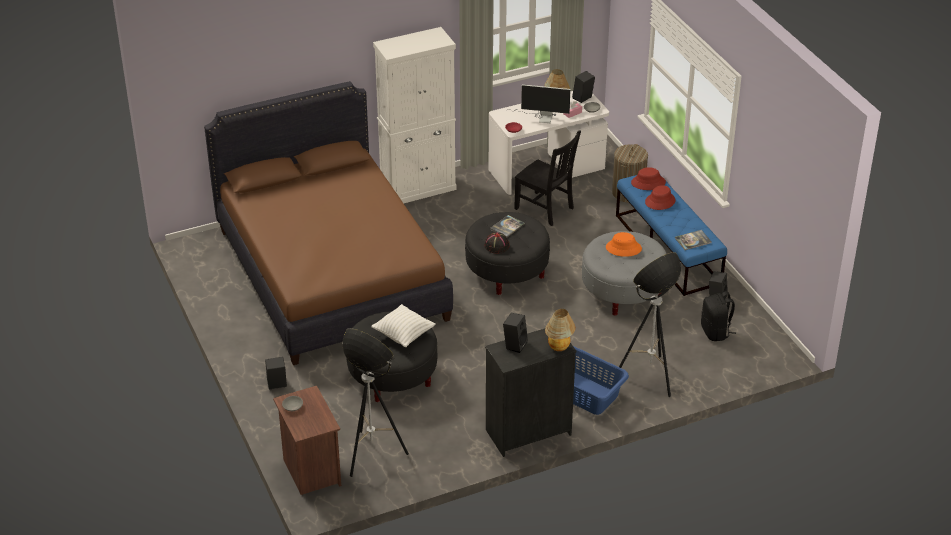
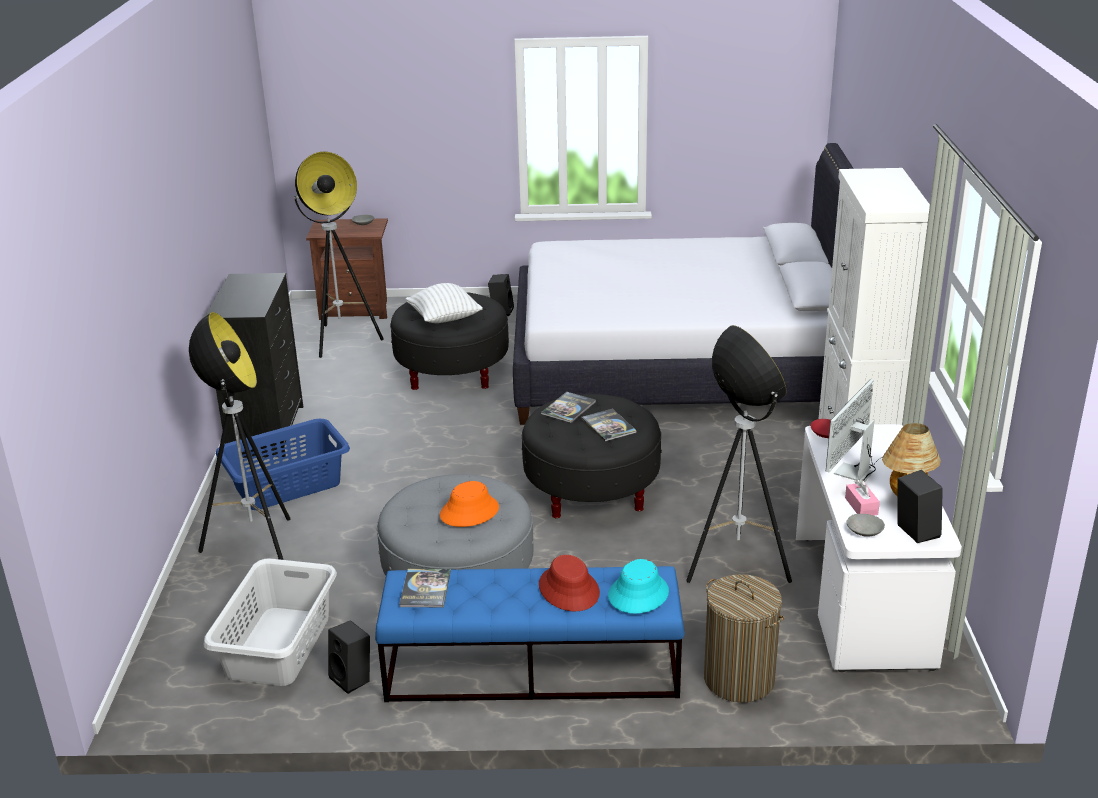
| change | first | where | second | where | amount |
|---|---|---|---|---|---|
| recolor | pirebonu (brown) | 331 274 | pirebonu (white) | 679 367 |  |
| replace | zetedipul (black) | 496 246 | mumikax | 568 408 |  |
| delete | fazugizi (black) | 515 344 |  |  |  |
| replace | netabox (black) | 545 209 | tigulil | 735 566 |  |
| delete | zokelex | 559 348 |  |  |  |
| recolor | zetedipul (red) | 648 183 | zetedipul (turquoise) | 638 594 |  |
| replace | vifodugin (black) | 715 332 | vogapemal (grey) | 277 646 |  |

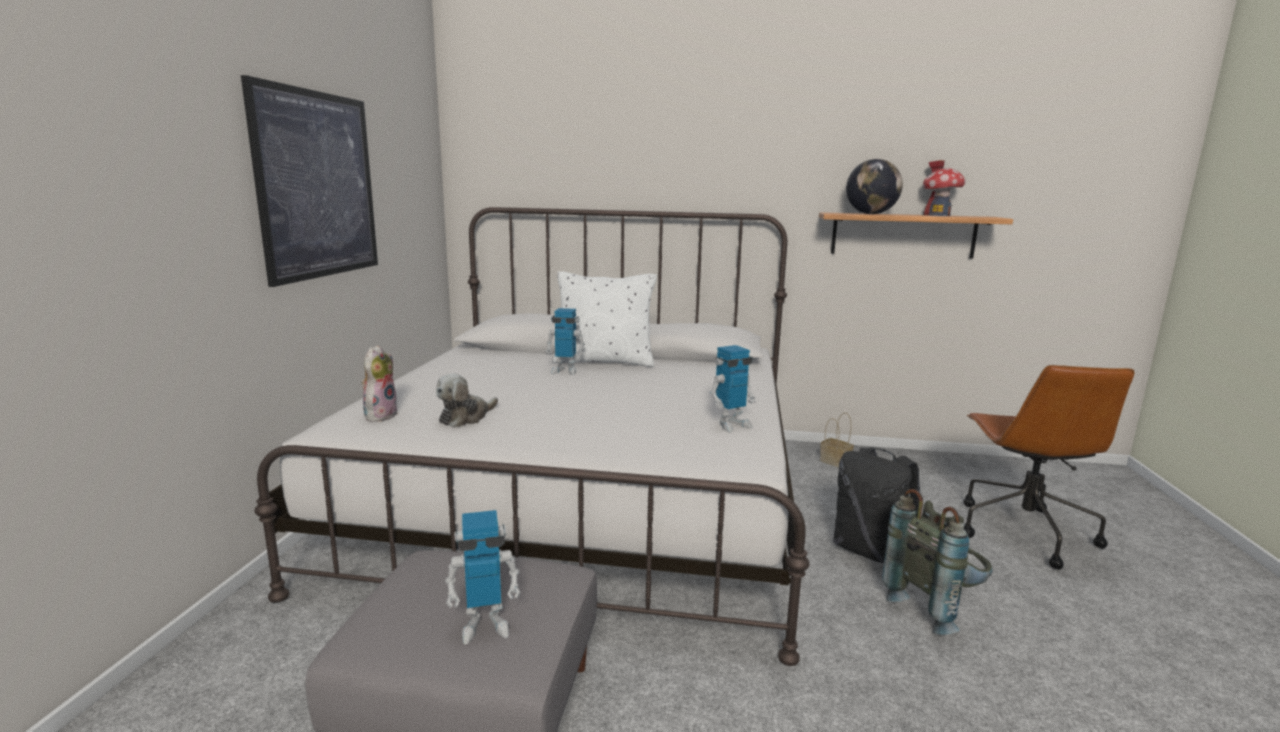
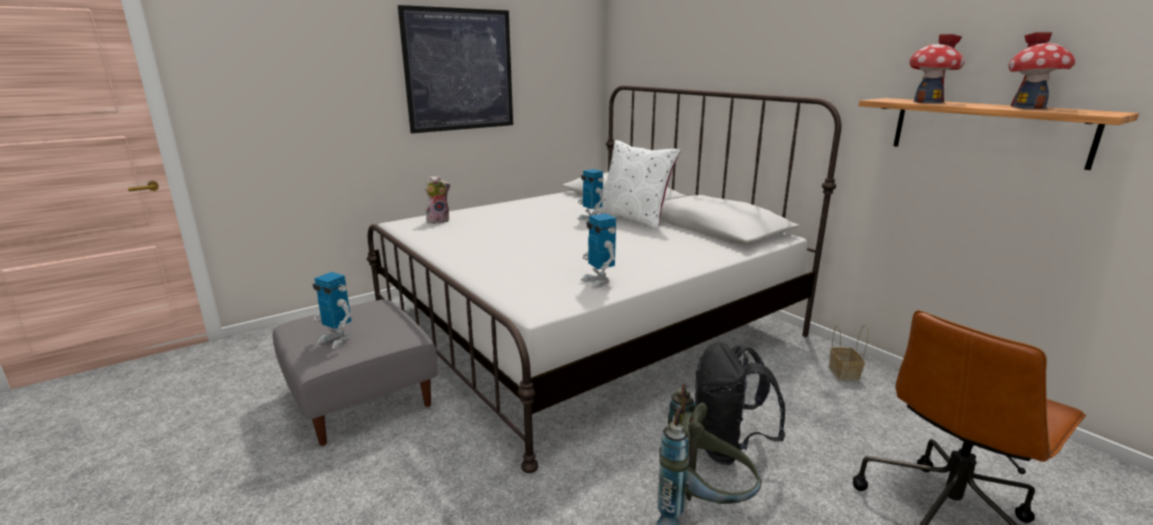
| change | first | where | second | where | amount |
|---|---|---|---|---|---|
| delete | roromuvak | 466 417 |  |  |  |
| rotate | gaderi | 731 425 |  | 598 281 | 45 degrees clockwise |
| replace | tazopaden | 871 214 | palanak | 927 102 |  |

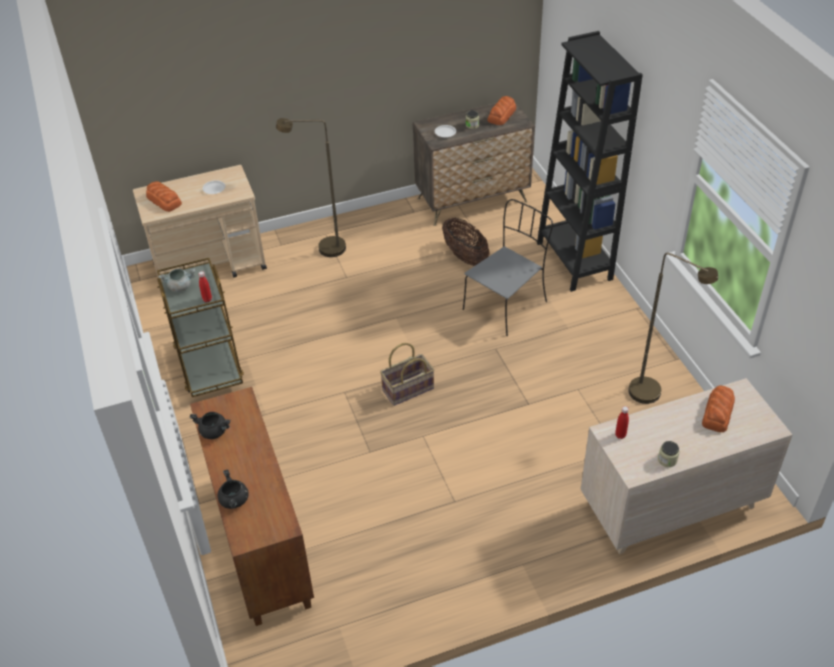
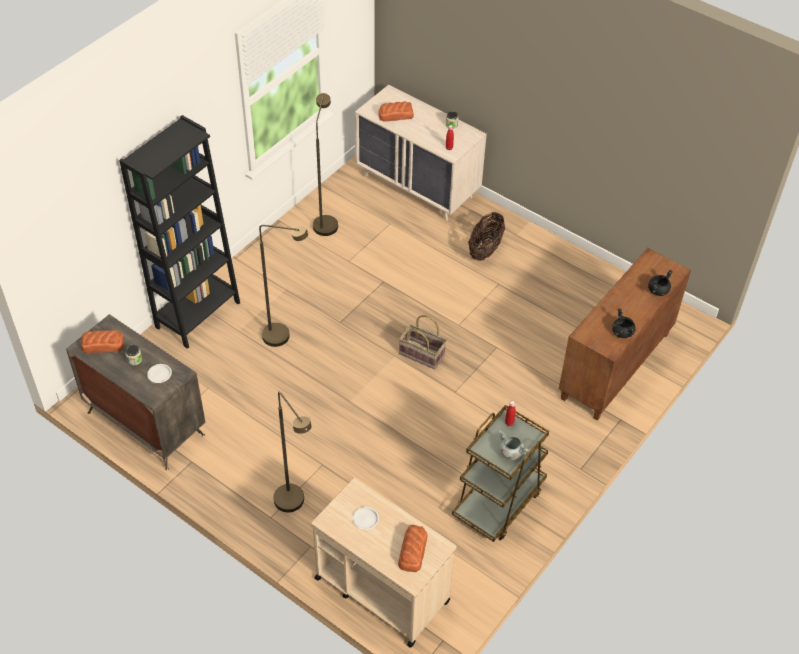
| change | first | where | second | where | amount |
|---|---|---|---|---|---|
| move | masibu | 465 256 |  | 485 249 |  |
| replace | netabox (grey) | 506 305 | tigulil (brown) | 284 336 |  |

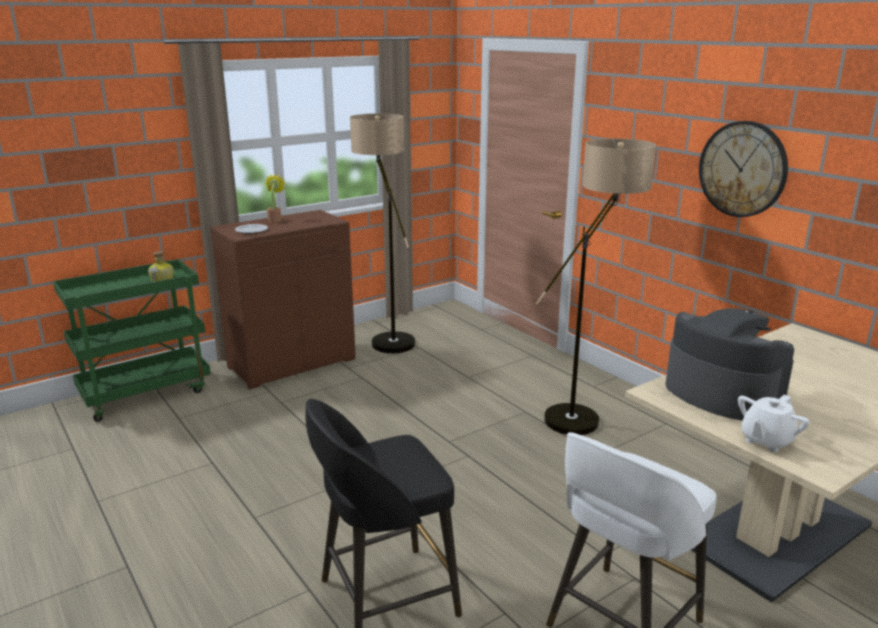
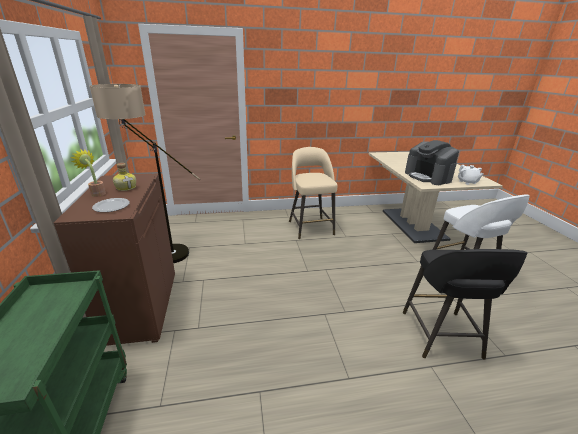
| change | first | where | second | where | amount |
|---|---|---|---|---|---|
| move | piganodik | 163 279 |  | 126 187 |  |
| replace | tigulil | 585 414 | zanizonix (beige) | 310 227 |  |
| rotate | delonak | 721 393 |  | 428 177 | 105 degrees counterclockwise |
| delete | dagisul | 742 169 |  |  |  |

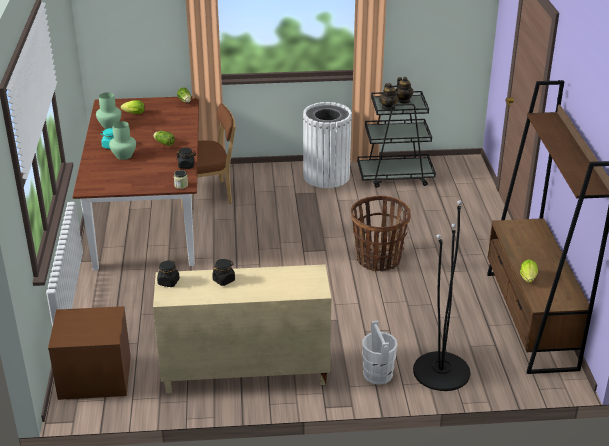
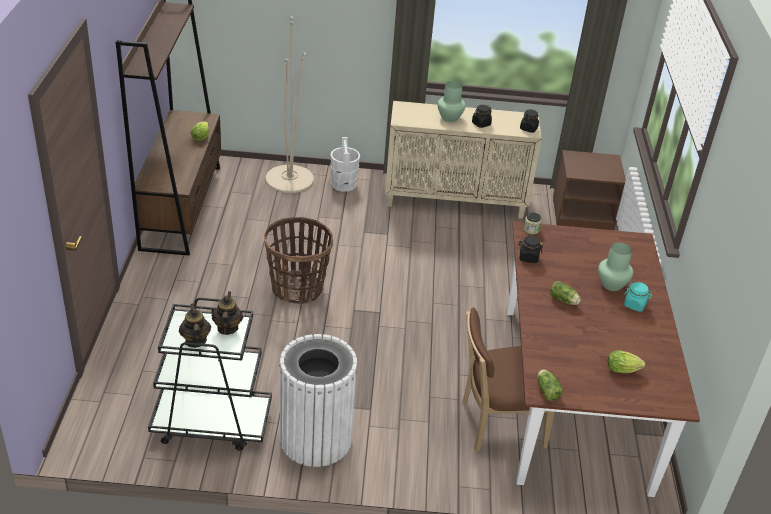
| change | first | where | second | where | amount |
|---|---|---|---|---|---|
| move | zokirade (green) | 110 125 |  | 449 118 |  |
| recolor | tigulil (black) | 441 371 | tigulil (beige) | 289 179 |  |

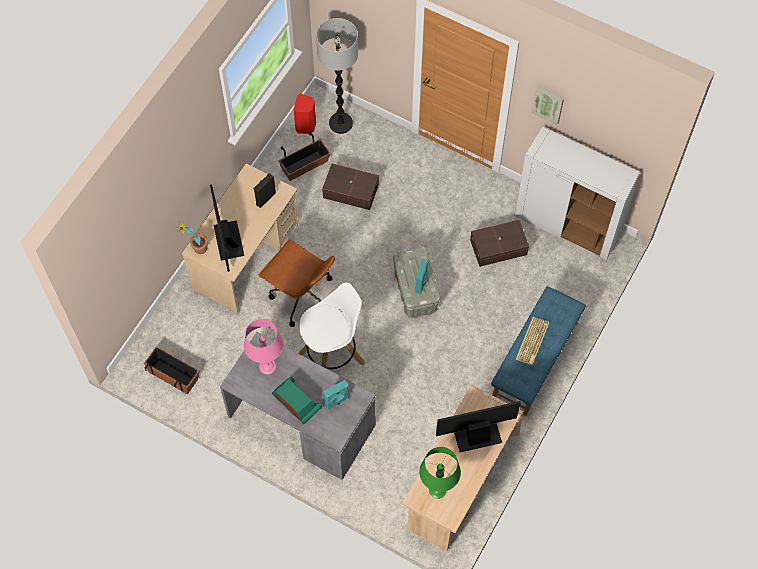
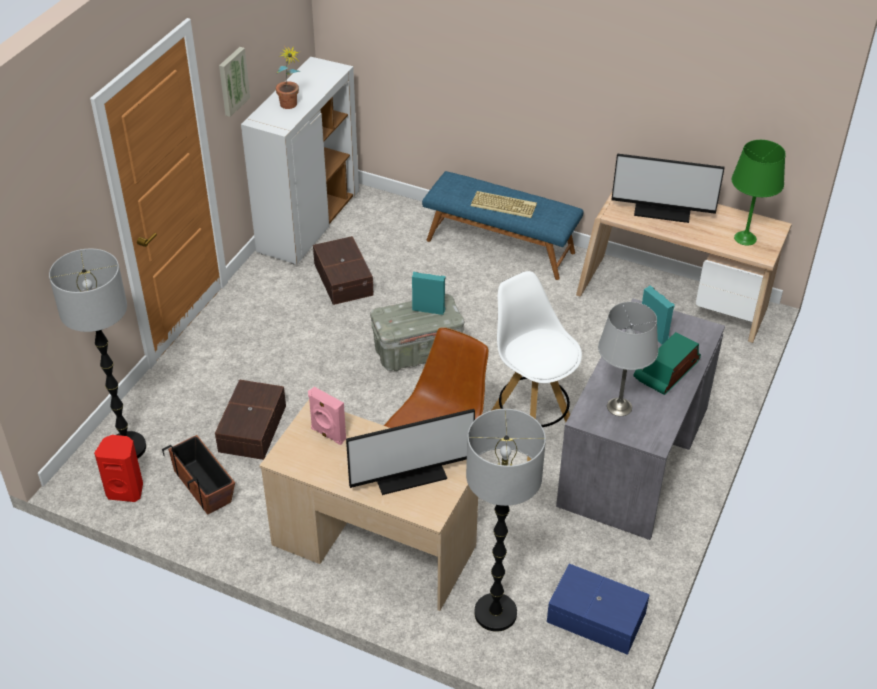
| change | first | where | second | where | amount |
|---|---|---|---|---|---|
| replace | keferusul | 173 375 | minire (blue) | 596 619 |  |
| move | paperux | 196 249 |  | 290 107 |  |
| recolor | zokelex (pink) | 267 366 | zokelex (grey) | 619 407 |  |
| recolor | fazugizi (black) | 265 198 | fazugizi (pink) | 327 434 |  |
| rotate | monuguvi | 477 435 |  | 662 210 | 60 degrees counterclockwise |
| insert |  |  | tigulil | 495 613 |  |

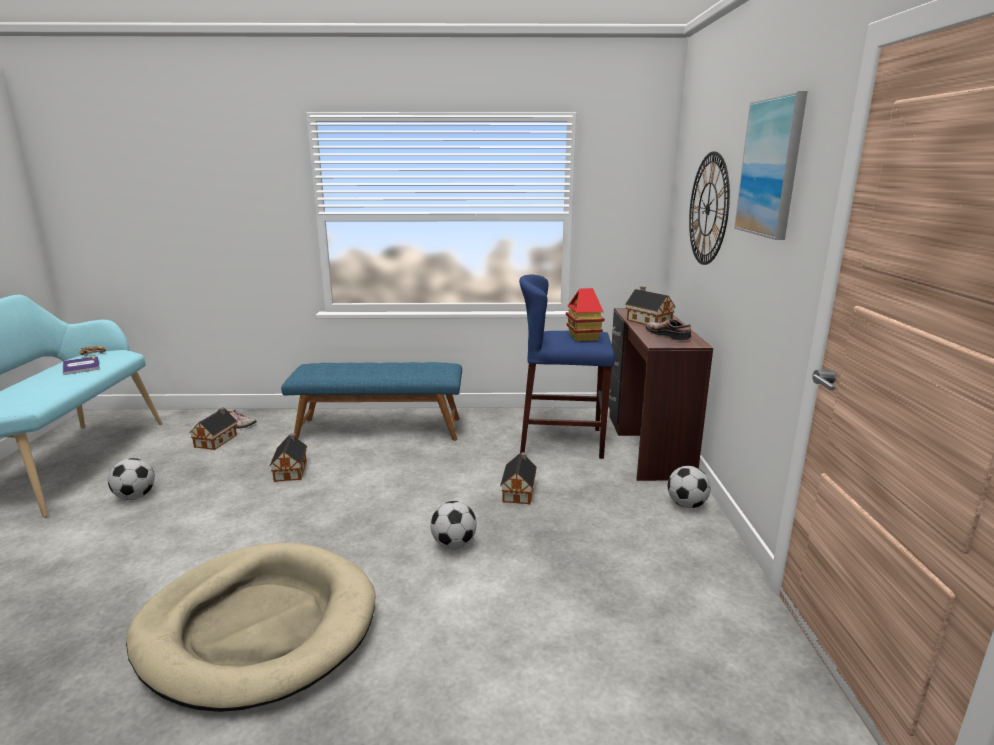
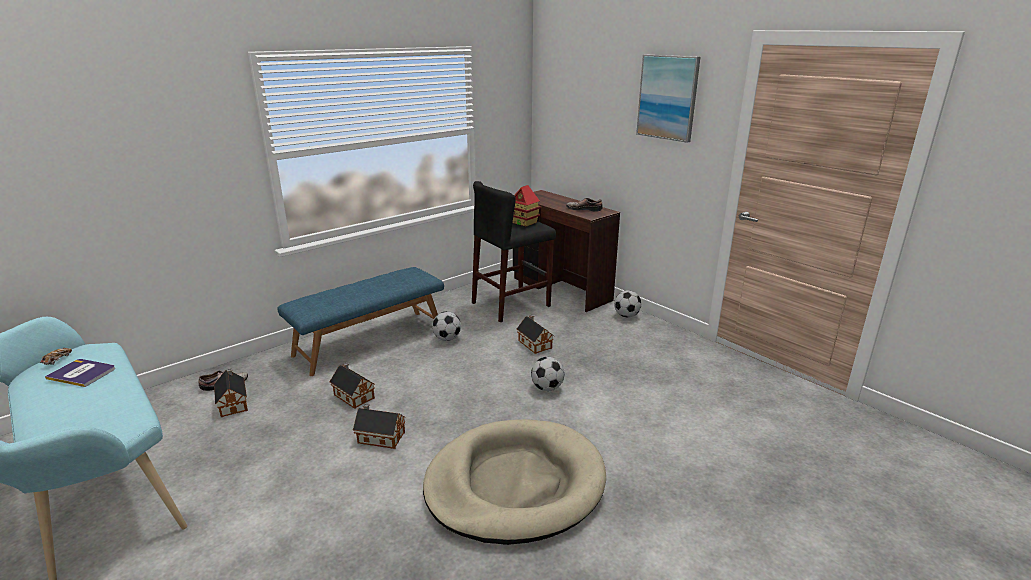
| change | first | where | second | where | amount |
|---|---|---|---|---|---|
| move | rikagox | 135 497 |  | 447 339 |  |
| recolor | zanizonix (blue) | 561 442 | zanizonix (black) | 511 304 |  |
| move | palanak | 647 321 |  | 379 437 |  |
| delete | dagisul | 708 209 |  |  |  |

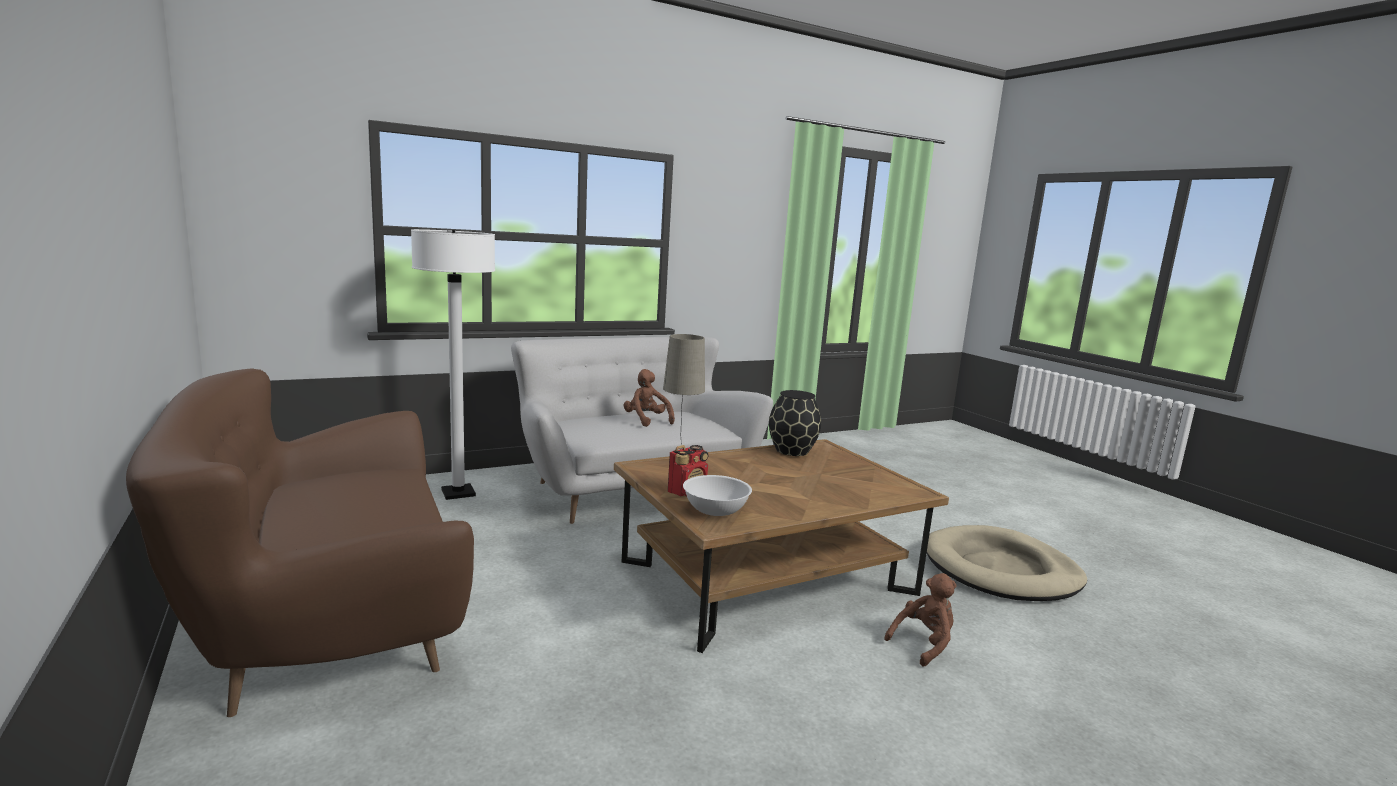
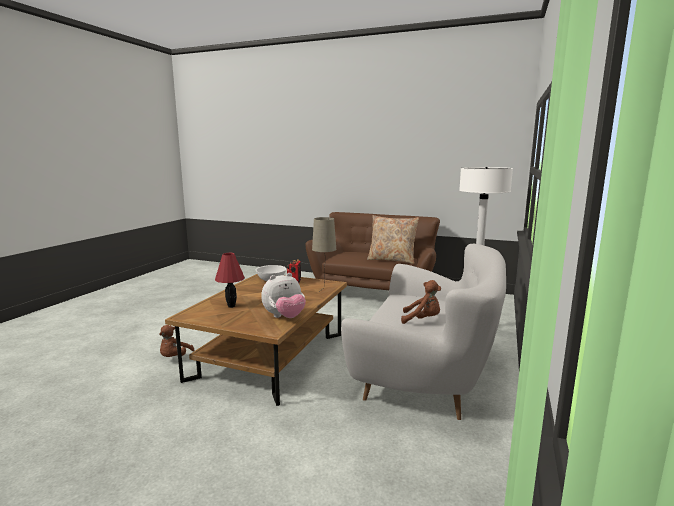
| change | first | where | second | where | amount |
|---|---|---|---|---|---|
| replace | zokirade (black) | 791 451 | roromuvak | 284 317 |  |
| delete | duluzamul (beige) | 1001 570 |  |  |  |
| insert |  |  | zokelex (red) | 231 306 |  |
| insert |  |  | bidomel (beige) | 392 260 |  |

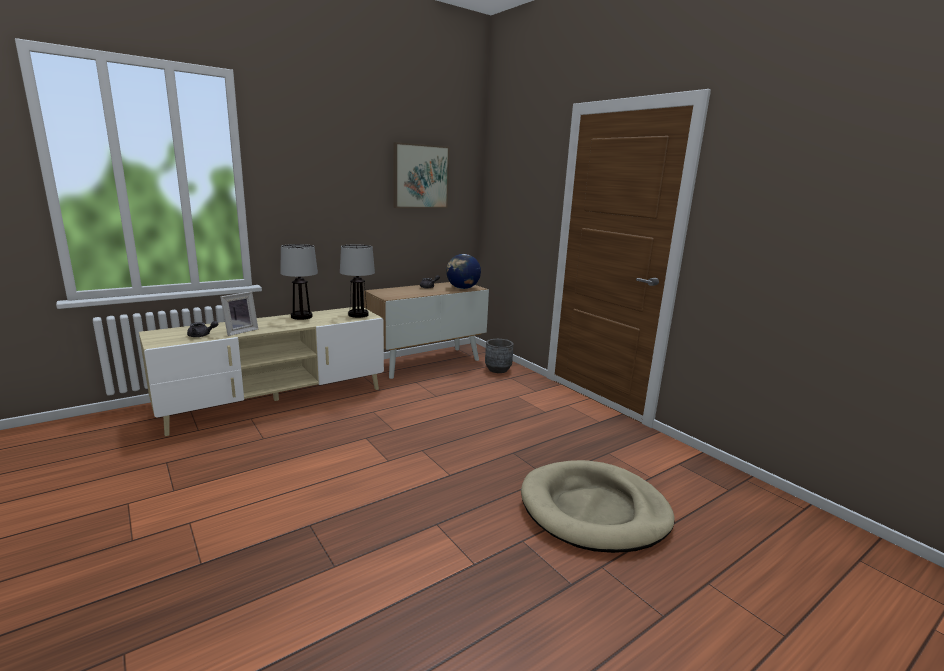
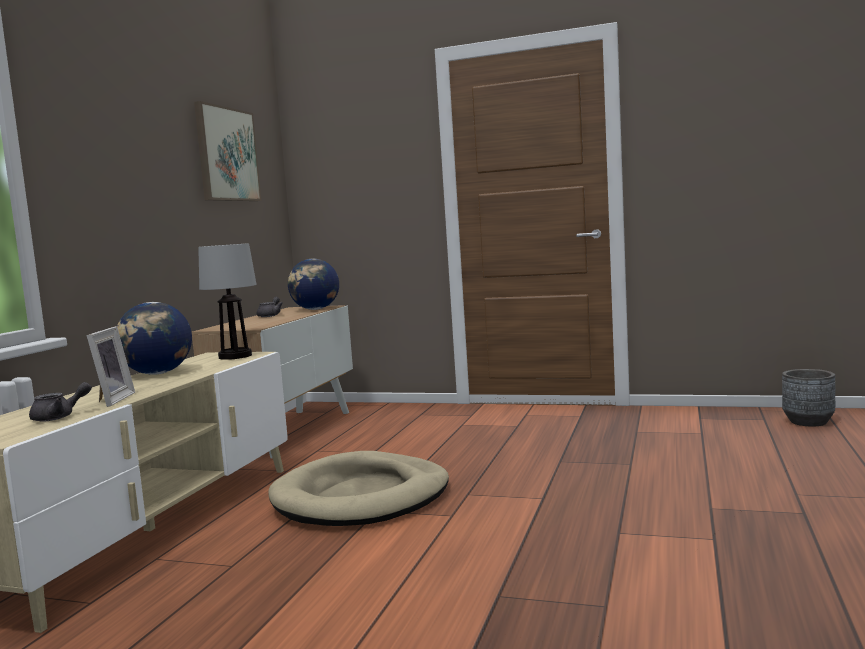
| change | first | where | second | where | amount |
|---|---|---|---|---|---|
| replace | zokelex | 302 317 | tazopaden | 158 373 |  |
| move | keferusul (grey) | 497 369 |  | 808 422 |  |
| move | duluzamul (beige) | 594 510 |  | 361 497 |  |

